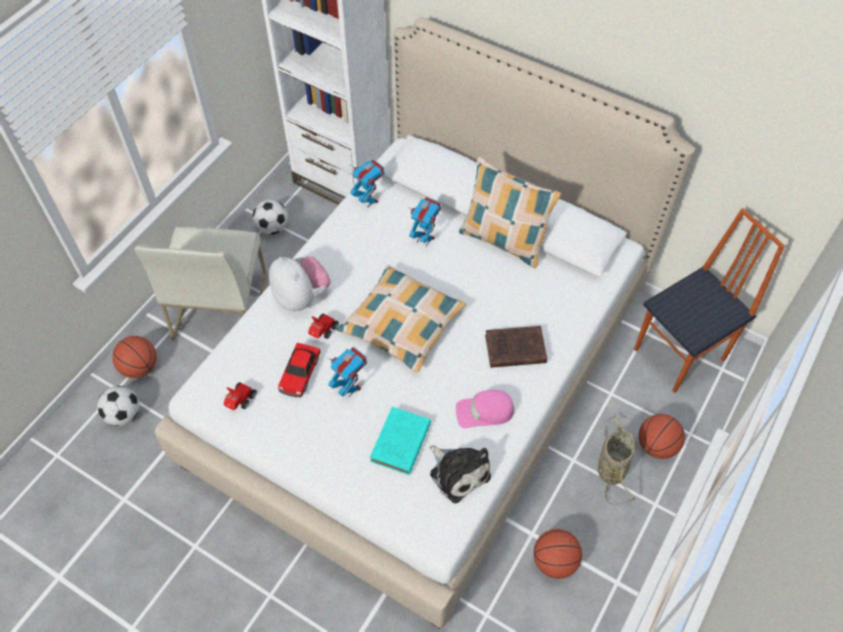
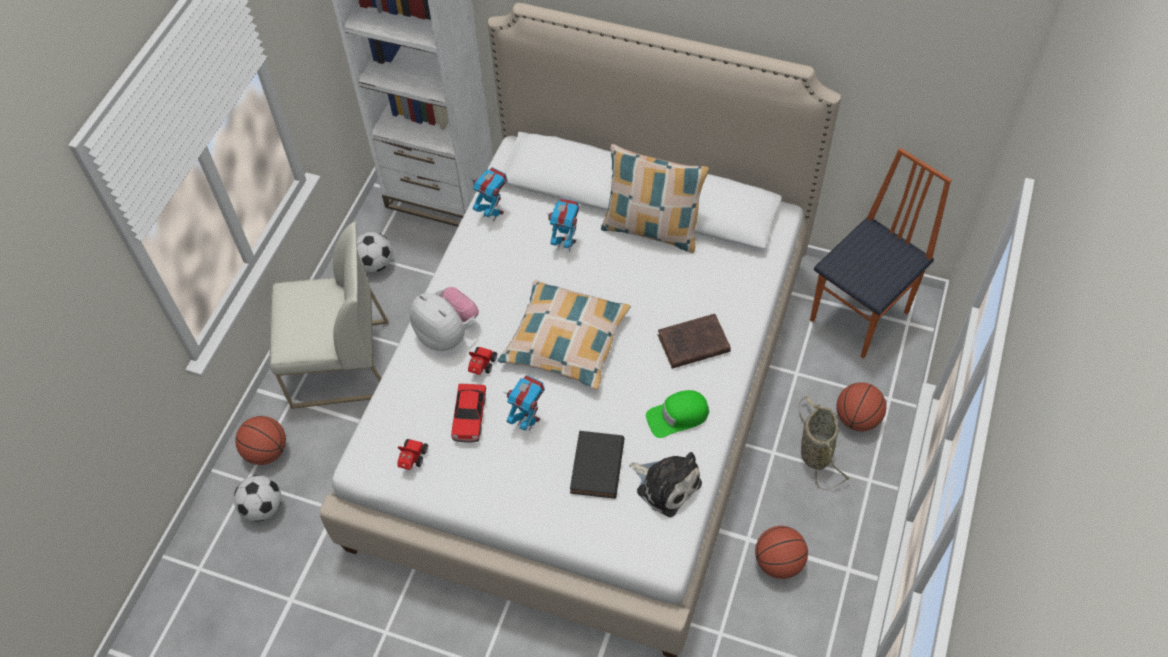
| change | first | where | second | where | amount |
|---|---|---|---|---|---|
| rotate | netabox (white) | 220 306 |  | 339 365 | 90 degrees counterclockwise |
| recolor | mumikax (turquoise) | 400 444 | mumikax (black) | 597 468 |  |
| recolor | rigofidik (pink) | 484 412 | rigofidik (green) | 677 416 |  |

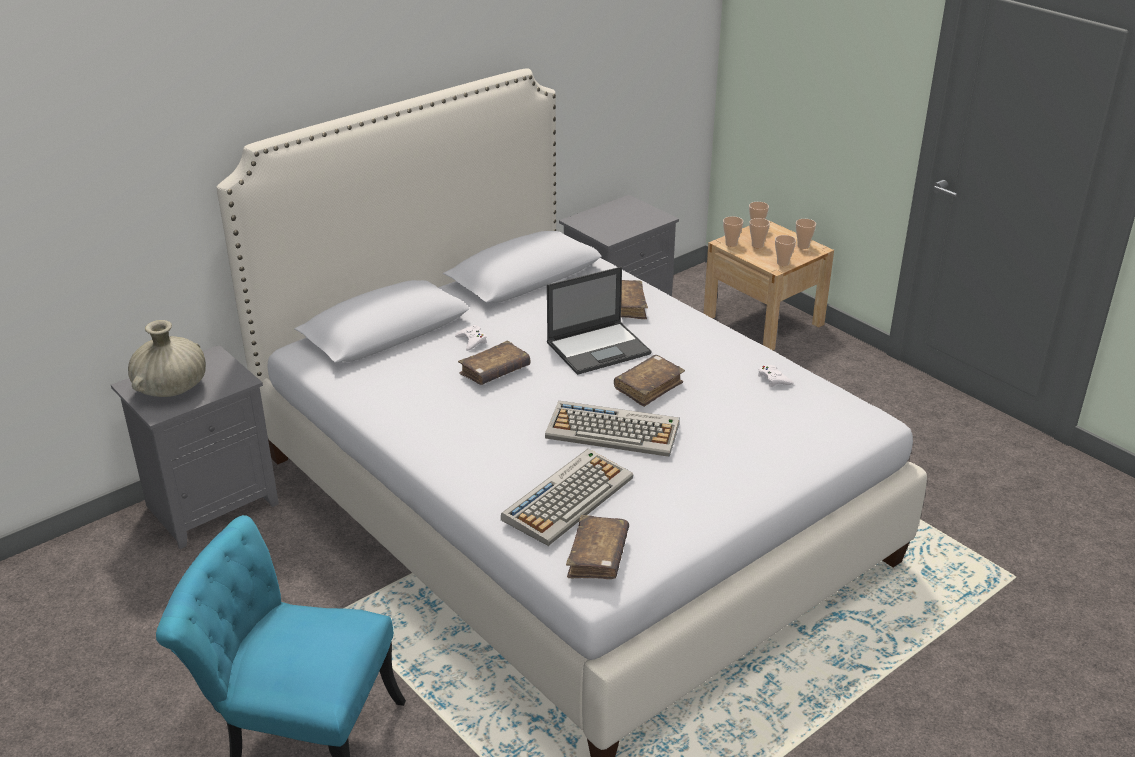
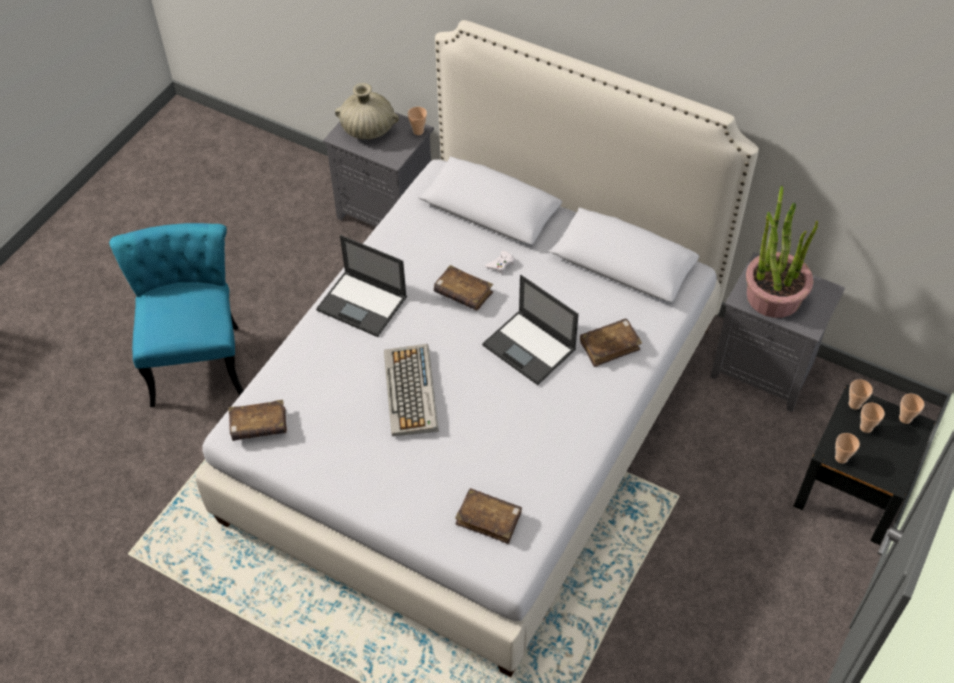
| change | first | where | second | where | amount |
|---|---|---|---|---|---|
| delete | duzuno | 568 497 |  |  |  |
| move | mumikax (brown) | 648 387 |  | 489 519 |  |
| recolor | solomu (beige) | 763 320 | solomu (black) | 852 488 |  |
| delete | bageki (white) | 774 379 |  |  |  |
| move | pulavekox | 803 246 |  | 418 131 |  |
| insert |  |  | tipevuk | 363 304 |  |
| insert |  |  | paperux | 773 296 |  |

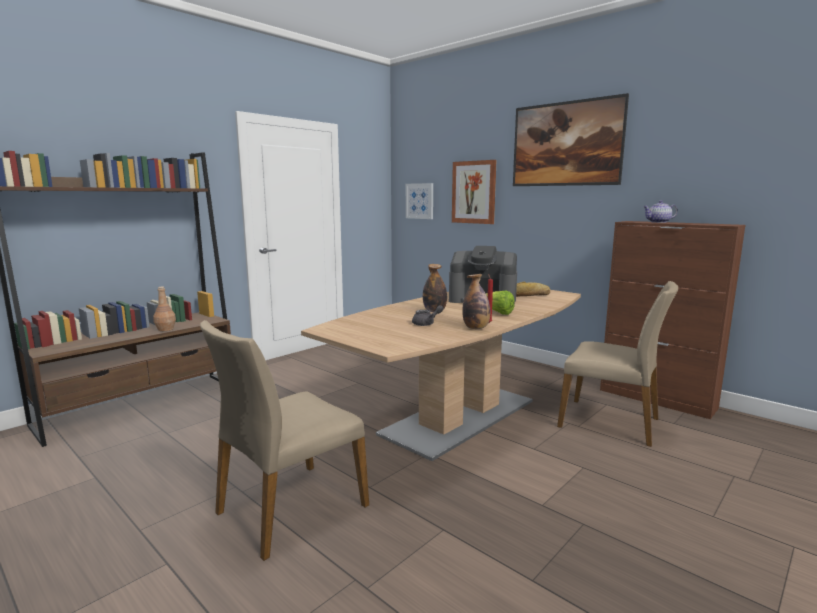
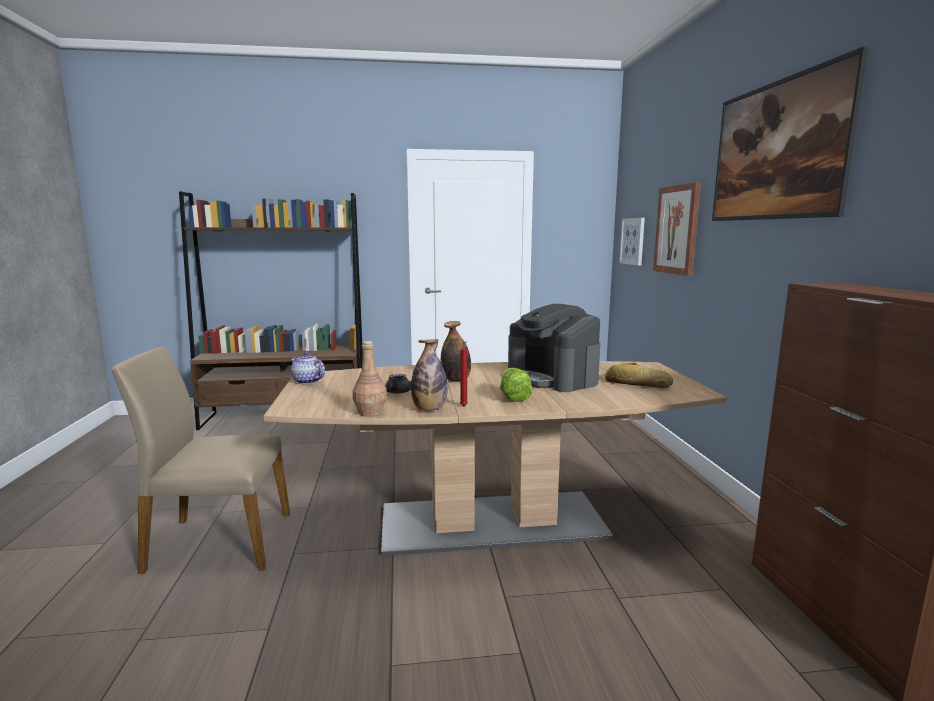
| change | first | where | second | where | amount |
|---|---|---|---|---|---|
| move | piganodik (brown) | 165 329 |  | 370 412 |  |
| delete | netabox (beige) | 610 422 |  |  |  |
| move | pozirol | 658 222 |  | 307 381 |  |

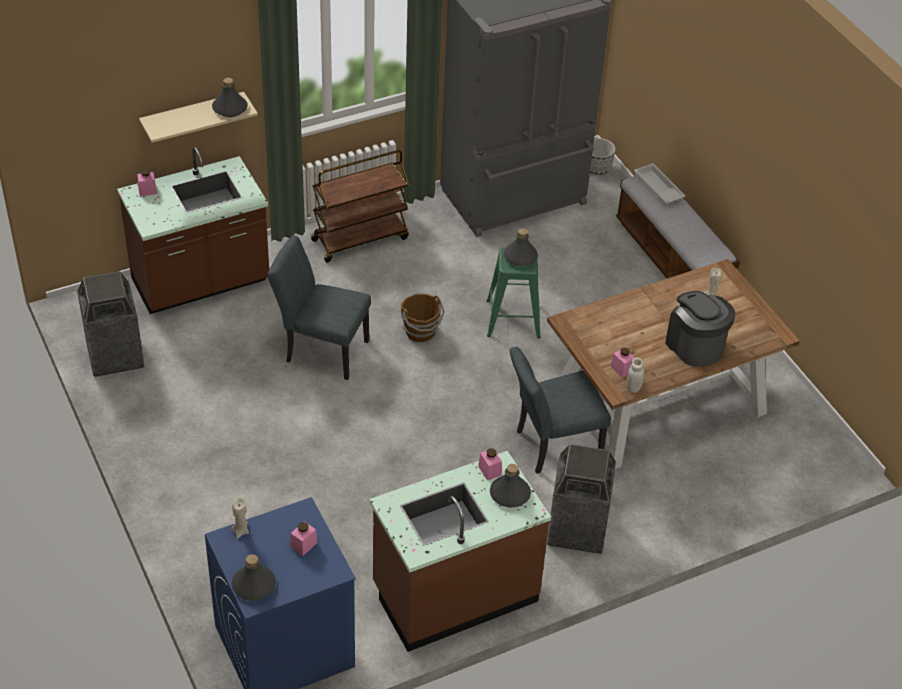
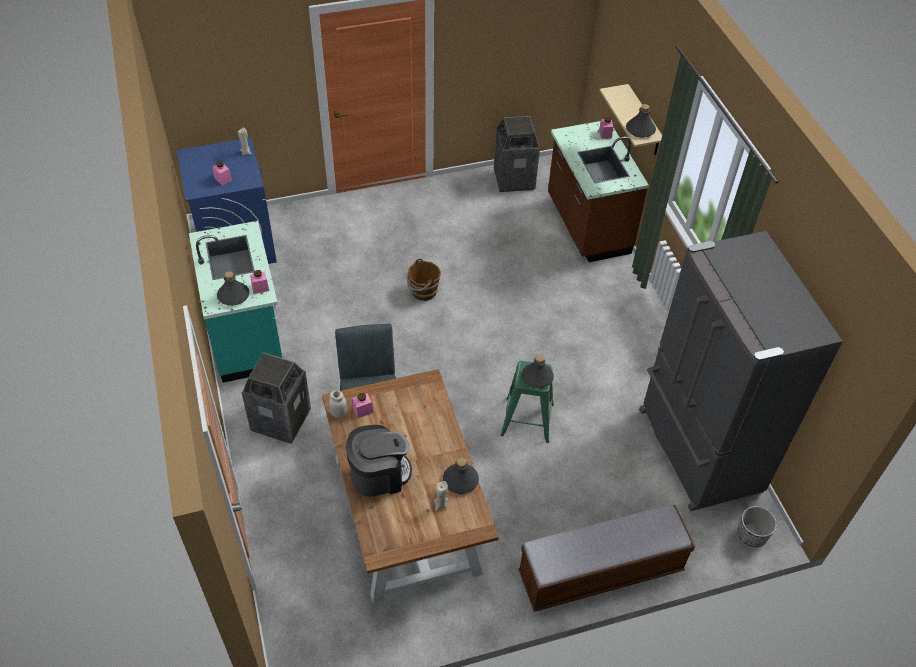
| change | first | where | second | where | amount |
|---|---|---|---|---|---|
| move | piganodik (grey) | 253 585 |  | 460 480 |  |
| delete | netabox (grey) | 321 349 |  |  |  |
| delete | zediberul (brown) | 360 239 |  |  |  |
| recolor | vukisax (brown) | 454 593 | vukisax (turquoise) | 247 335 |  |
| move | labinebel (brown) | 420 332 |  | 423 292 |  |
| delete | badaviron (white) | 657 188 |  |  |  |

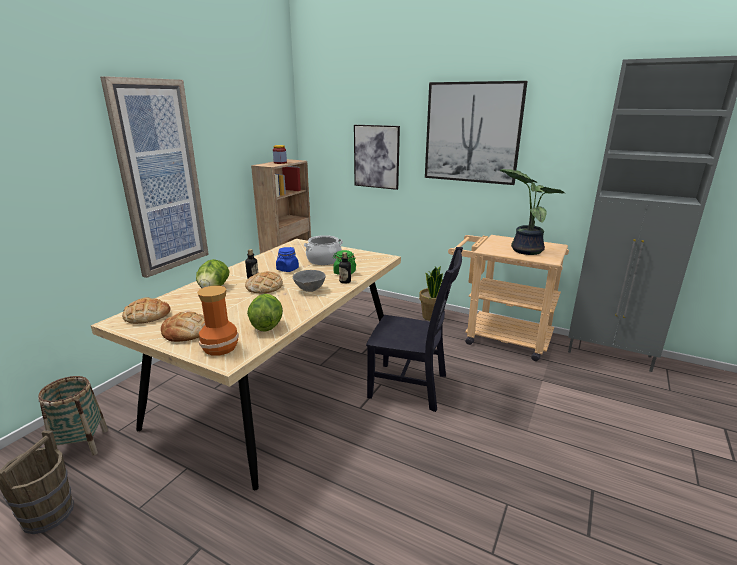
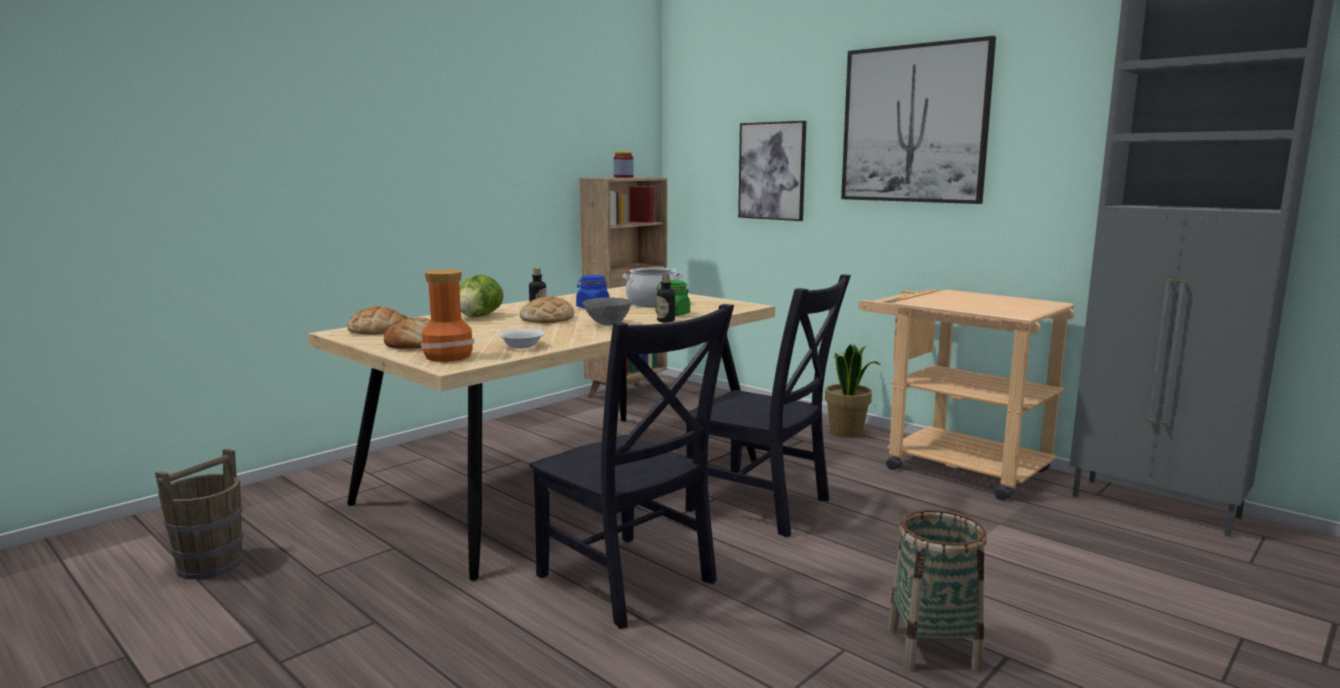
| change | first | where | second | where | amount |
|---|---|---|---|---|---|
| move | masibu | 81 444 |  | 932 648 |  |
| delete | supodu | 160 178 |  |  |  |
| replace | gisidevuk | 266 326 | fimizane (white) | 521 346 |  |
| delete | paperux | 525 250 |  |  |  |
| insert |  |  | netabox (black) | 630 582 |  |

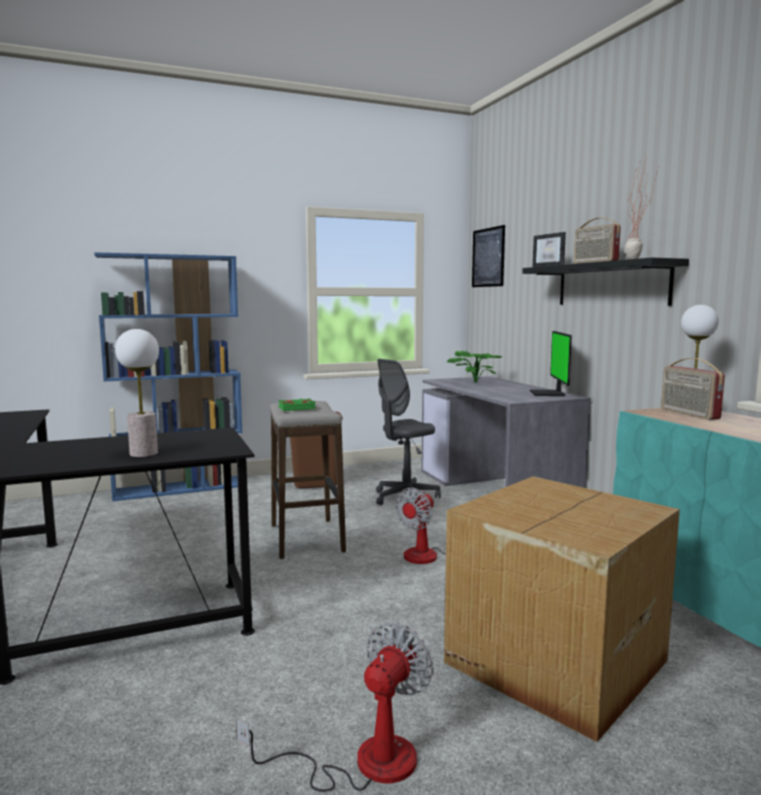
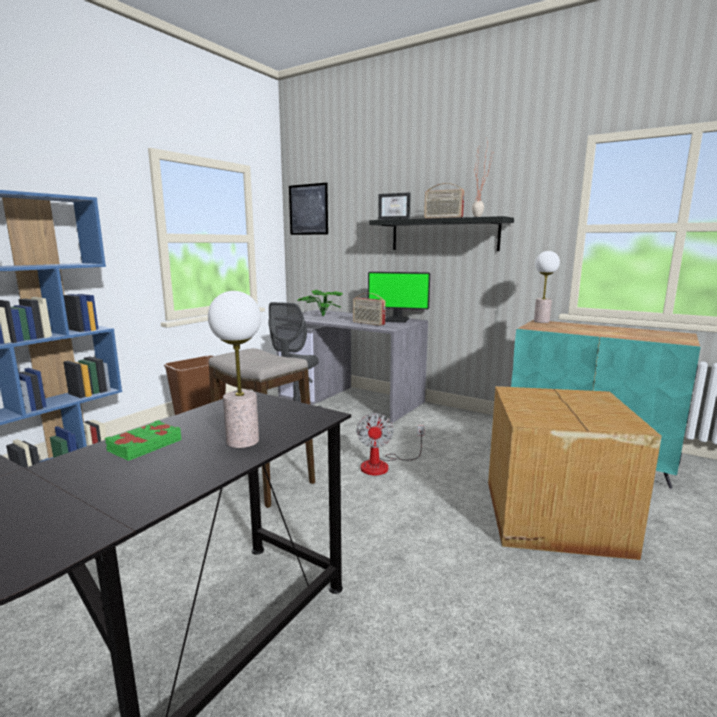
| change | first | where | second | where | amount |
|---|---|---|---|---|---|
| delete | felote | 363 762 |  |  |  |
| move | mumikax (green) | 296 408 |  | 144 445 |  |
| rotate | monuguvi | 549 394 |  | 397 320 | 45 degrees counterclockwise |
| move | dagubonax | 688 414 |  | 368 323 |  |

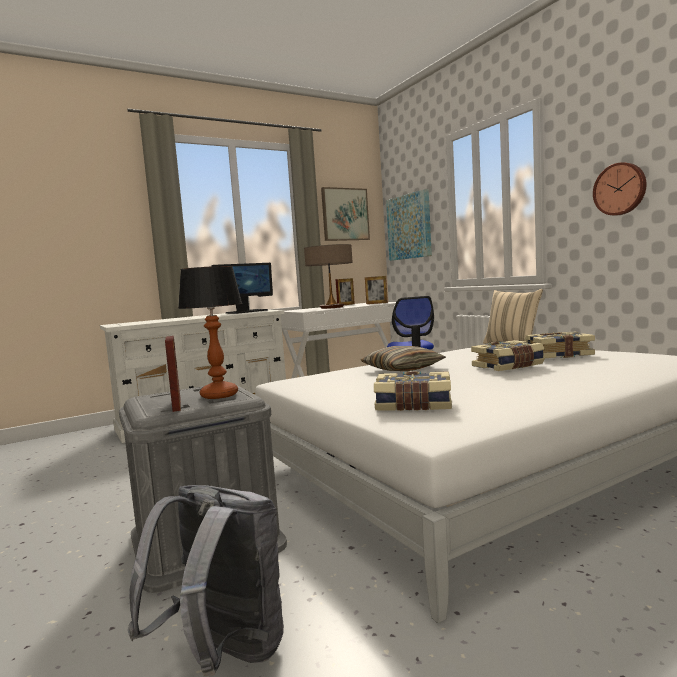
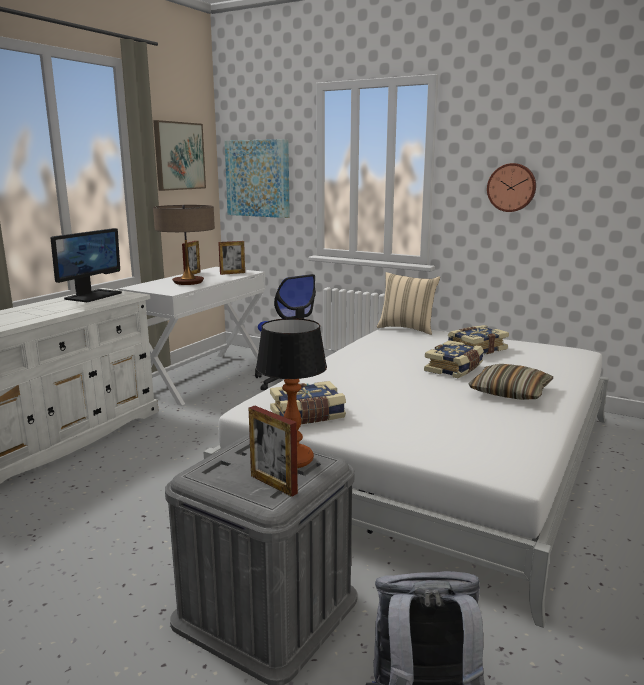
| change | first | where | second | where | amount |
|---|---|---|---|---|---|
| move | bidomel | 402 369 |  | 510 392 |  |
| move | mumikax | 413 405 |  | 308 416 |  |

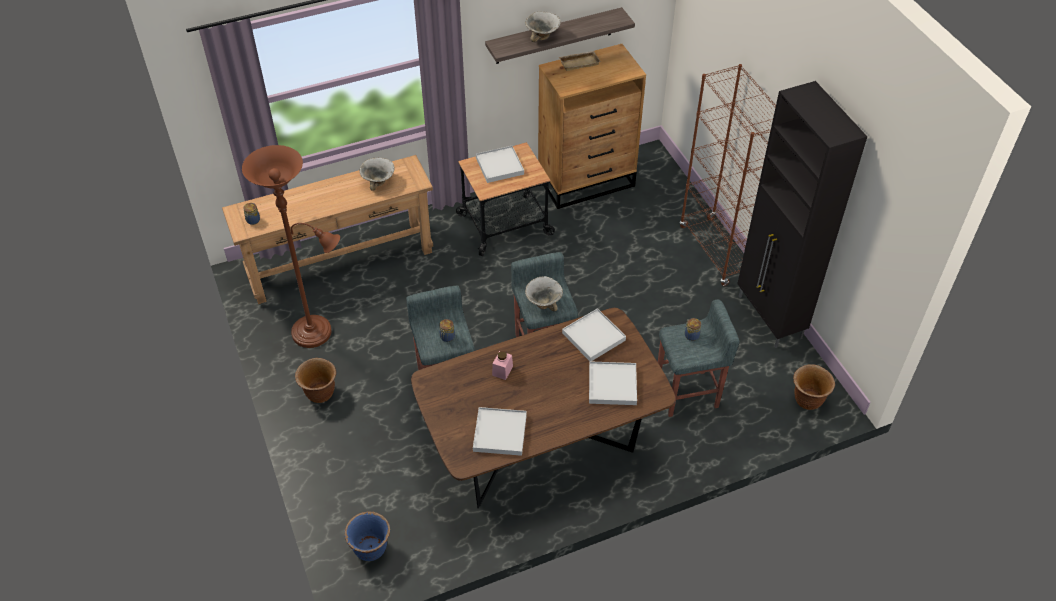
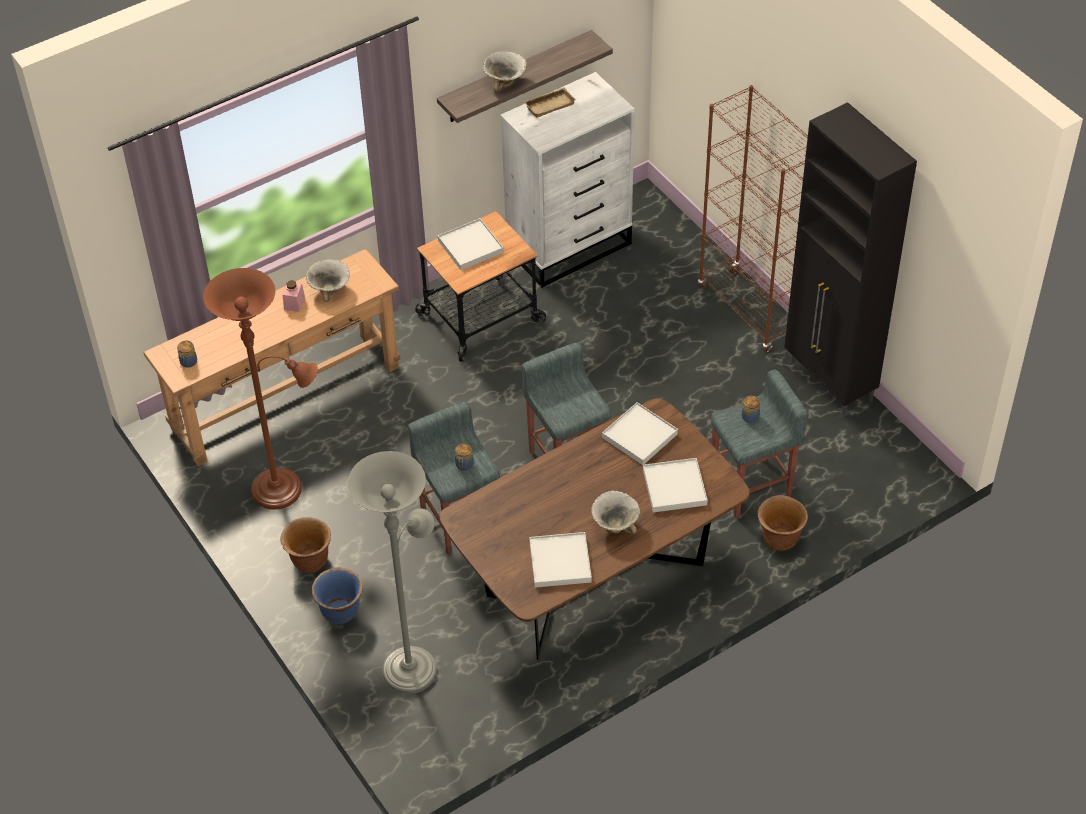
| change | first | where | second | where | amount |
|---|---|---|---|---|---|
| move | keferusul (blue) | 371 549 |  | 340 612 |  |
| move | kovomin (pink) | 502 371 |  | 294 303 |  |
| move | fimizane | 544 303 |  | 615 525 |  |
| recolor | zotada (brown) | 587 181 | zotada (white) | 570 246 |  |
| move | keferusul (brown) | 807 400 |  | 779 539 |  |
| insert |  |  | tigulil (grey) | 412 665 |  |

